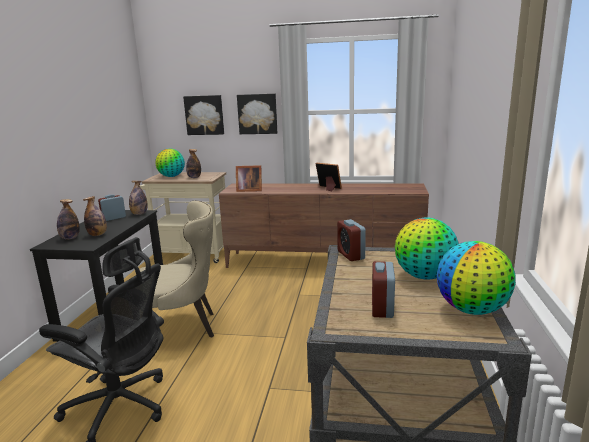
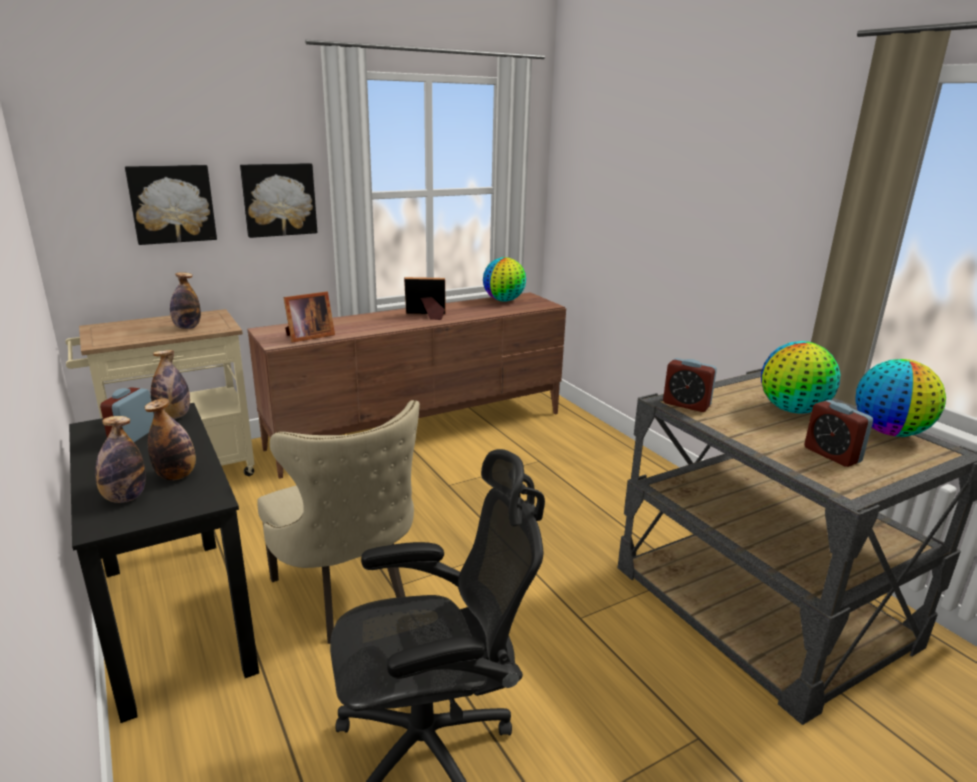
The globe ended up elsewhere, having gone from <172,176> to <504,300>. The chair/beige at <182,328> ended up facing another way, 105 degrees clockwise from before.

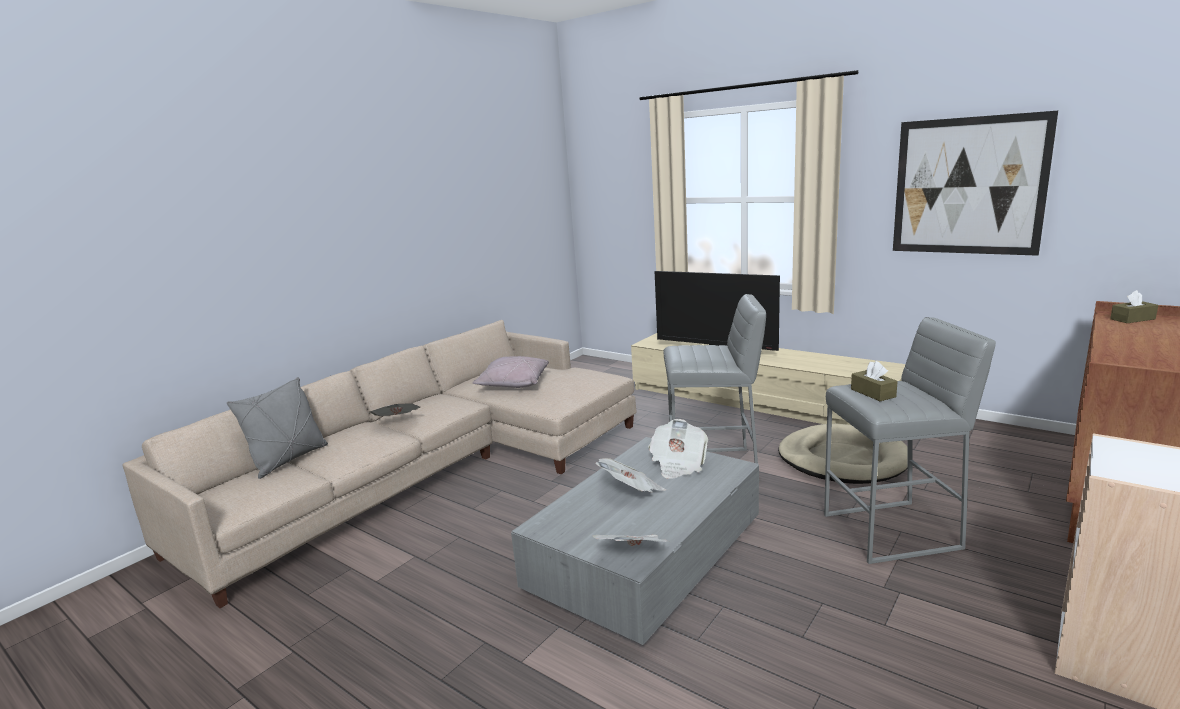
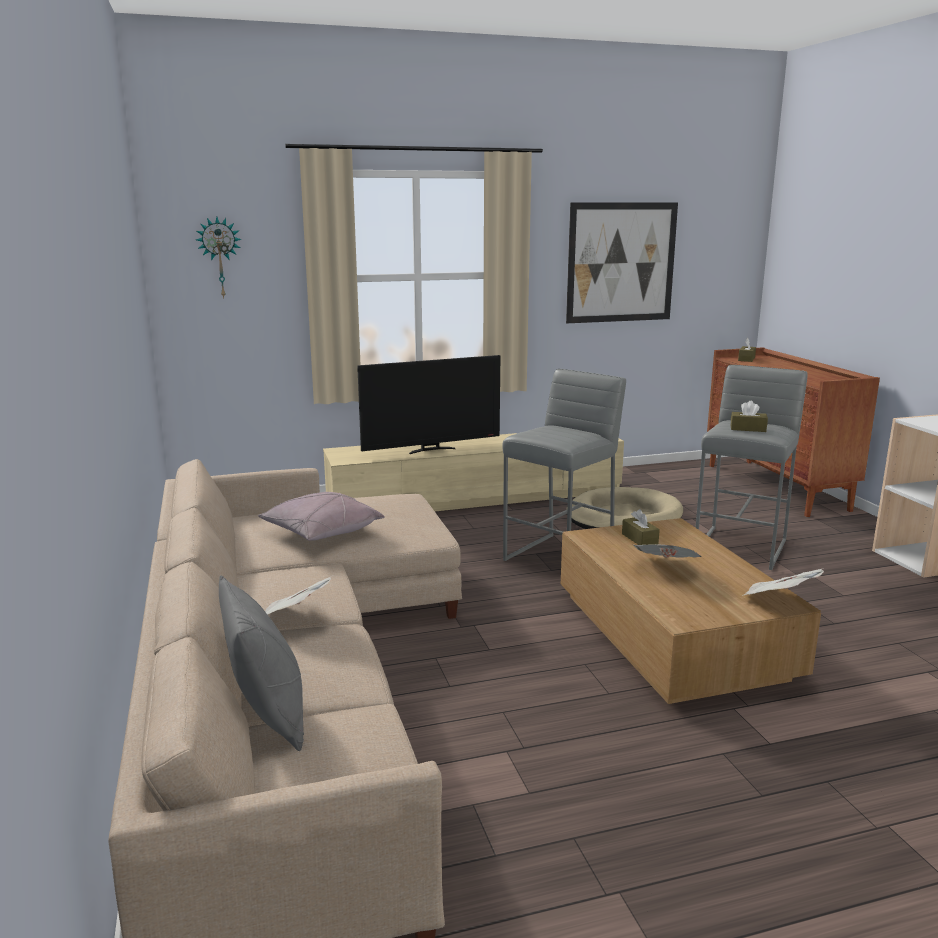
The second view gained the wall clock at <220,257>. Where the newspaper stood at <678,464>, the tissue box/brown came to stand at <639,539>. What was the coffee table/grey at <647,558> turned into the coffee table/brown at <671,635>.

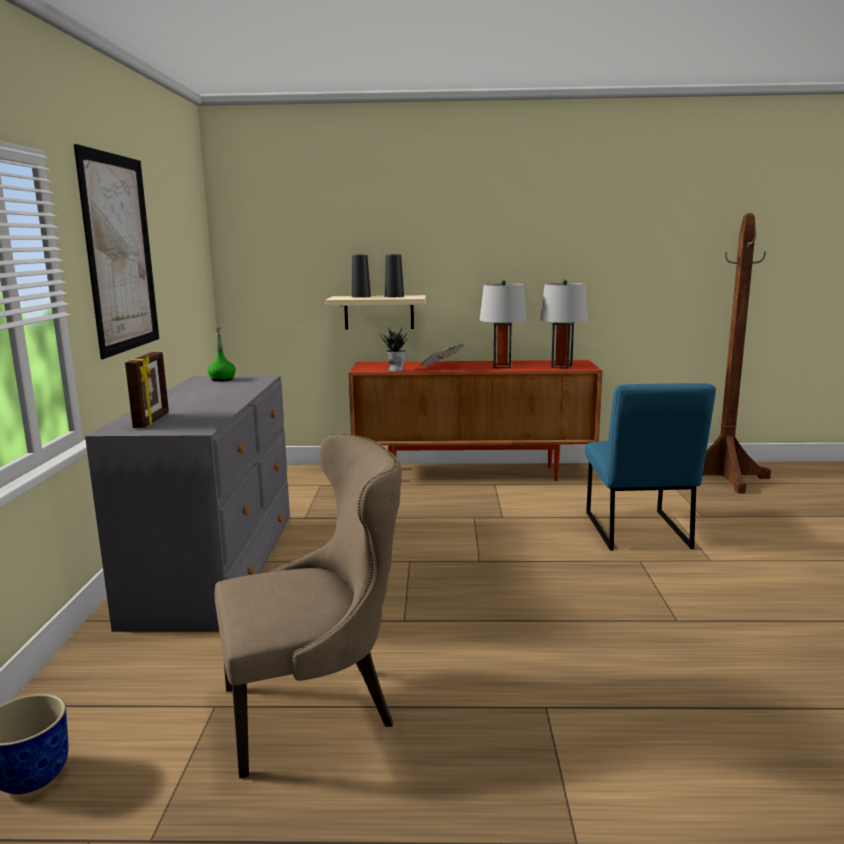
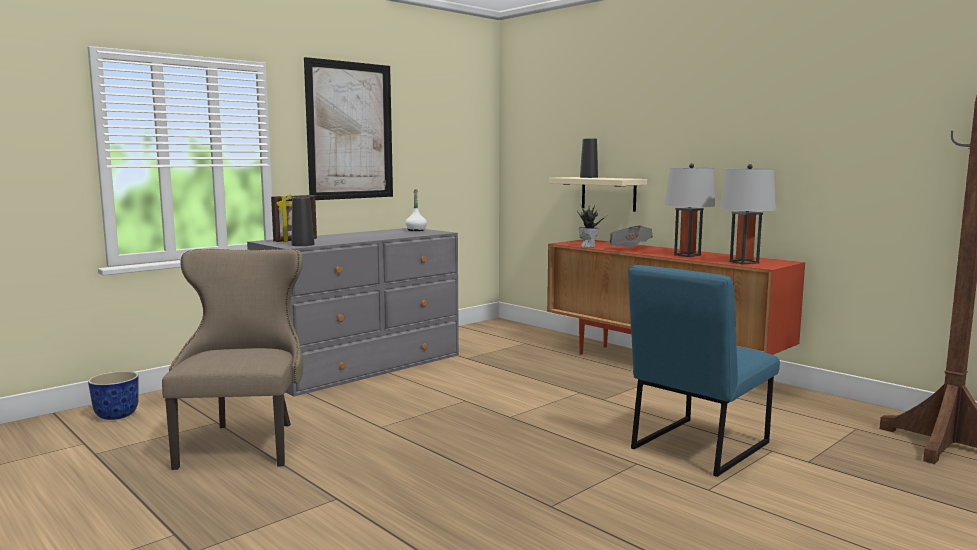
The vase/black ended up elsewhere, having gone from <394,296> to <303,244>. What was the bottle/green at <222,379> turned into the bottle/white at <416,230>. The chair/beige at <315,710> ended up facing another way, 120 degrees counterclockwise from before.

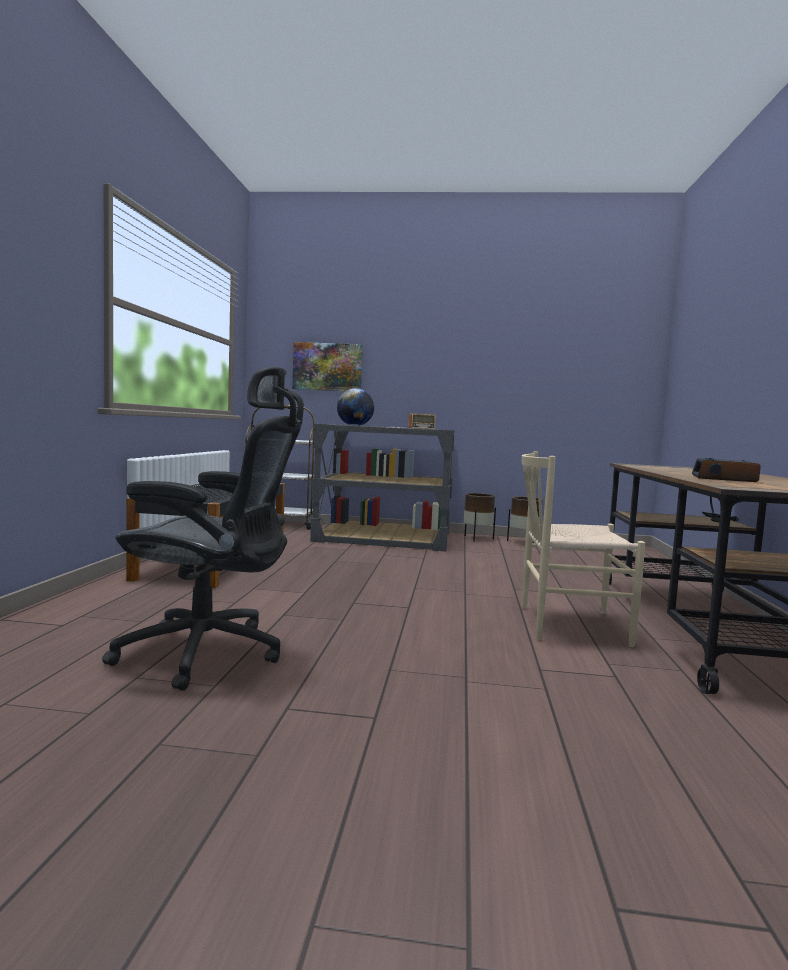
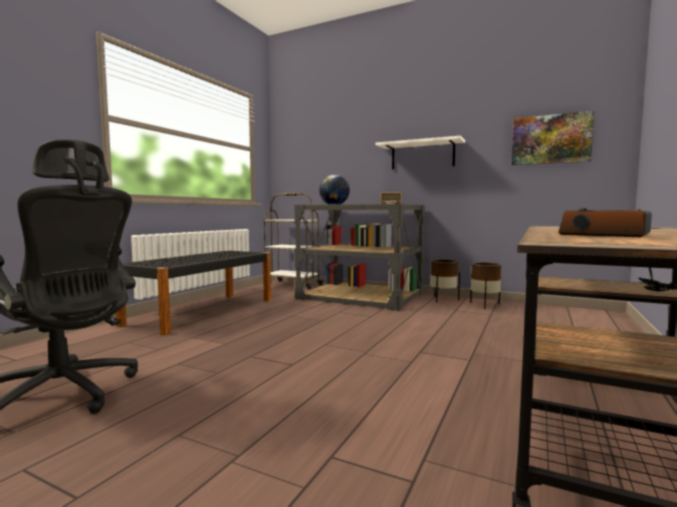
The second view lost the chair/beige at <567,625>. The second view gained the shelf/white at <422,155>. The picture ended up elsewhere, having gone from <327,367> to <550,139>.

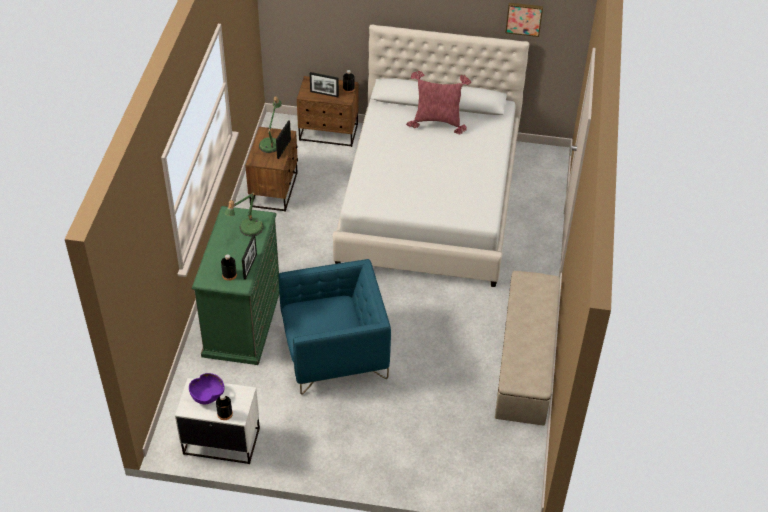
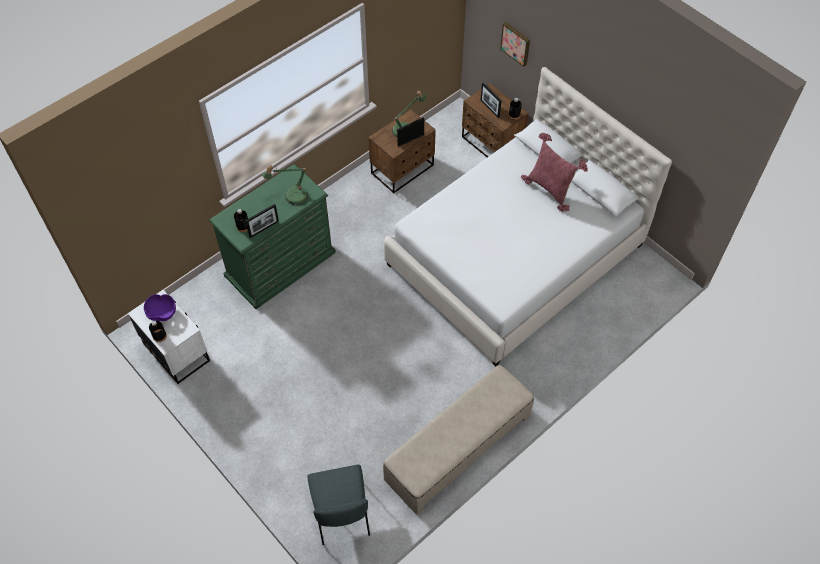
The second view lost the armchair/blue at <334,353>. The second view gained the chair/grey at <342,515>. The picture ended up elsewhere, having gone from <524,18> to <516,43>.

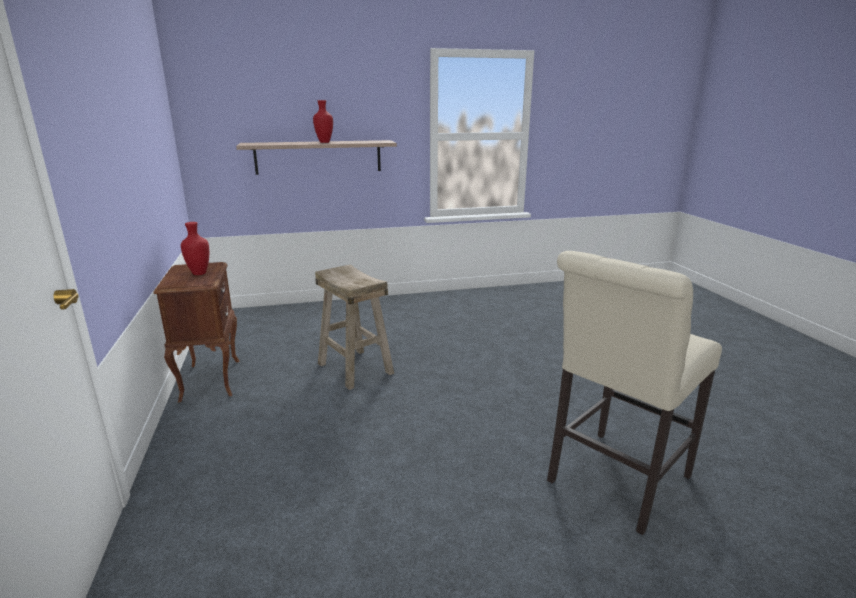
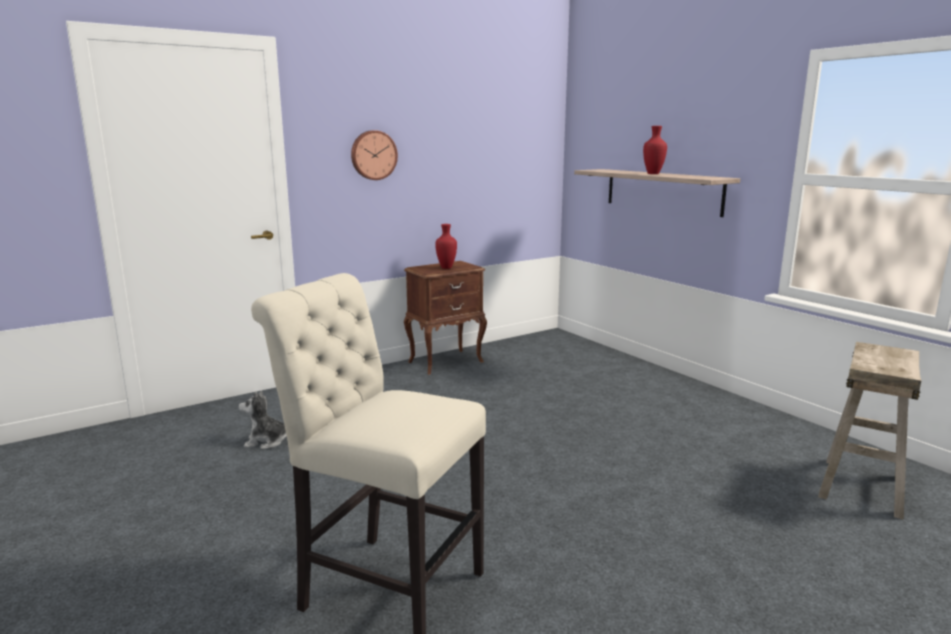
The second view gained the plush toy at <267,441>. The second view gained the wall clock at <373,155>. The stool/beige ended up elsewhere, having gone from <356,368> to <863,487>.

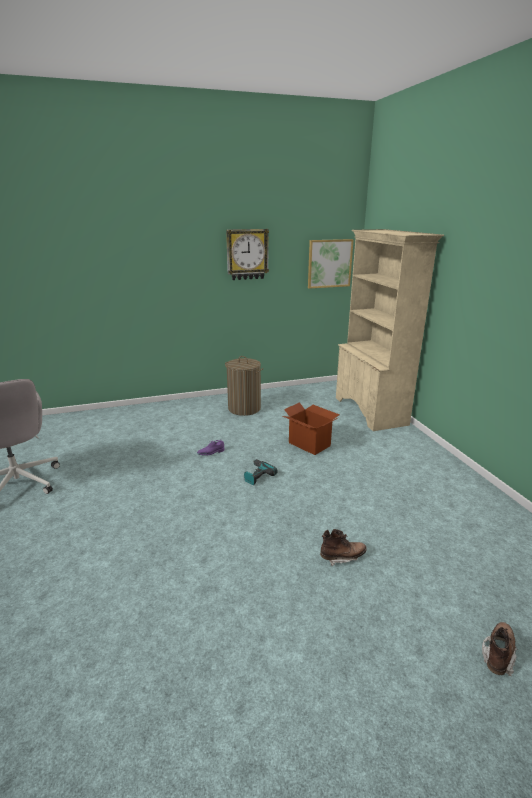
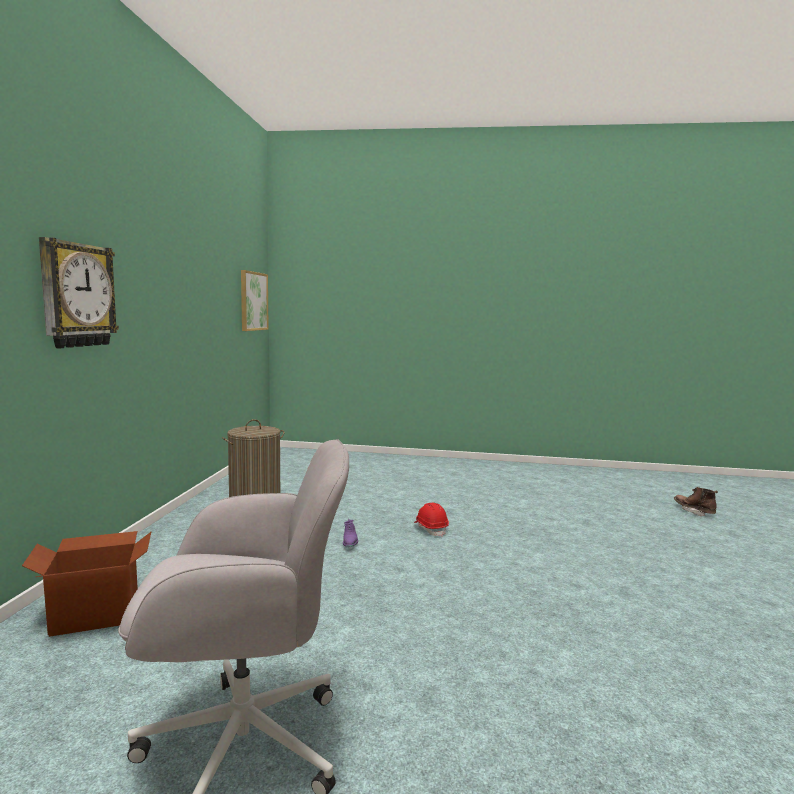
The second view lost the boot/brown at <342,557>. The second view lost the bookcase/beige at <371,411>. The wall clock ended up elsewhere, having gone from <247,254> to <77,295>. The cardboard box ended up elsewhere, having gone from <309,444> to <95,615>. Where the power drill stood at <257,475>, the hard hat/red came to stand at <431,529>.

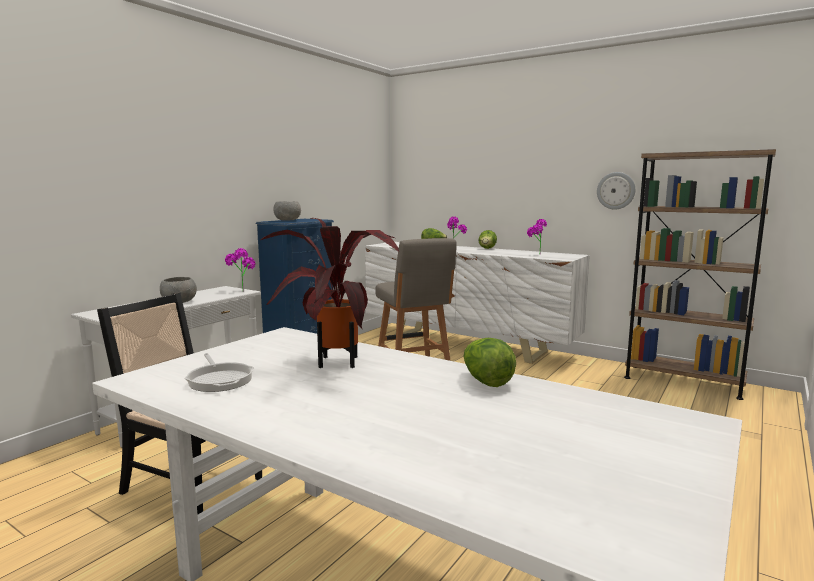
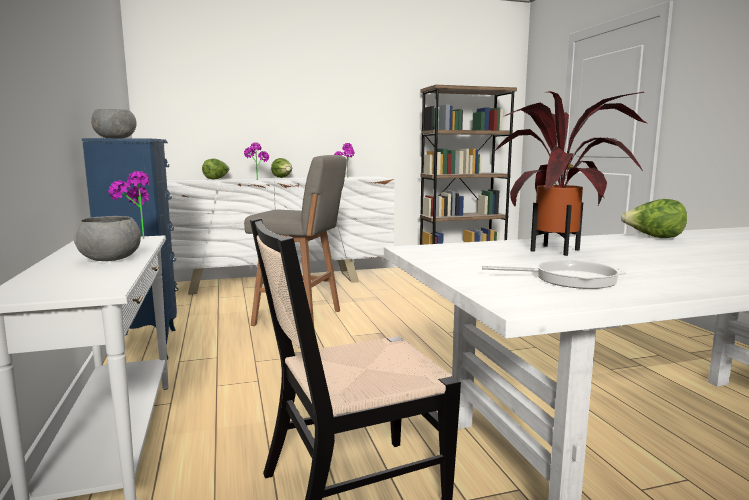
The second view lost the wall clock at <616,190>.

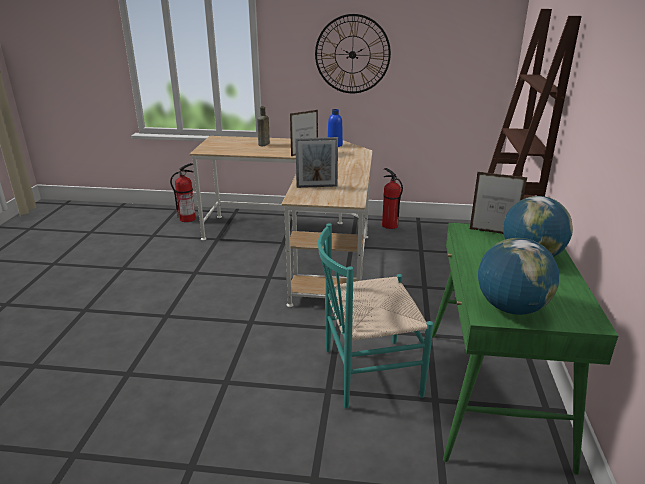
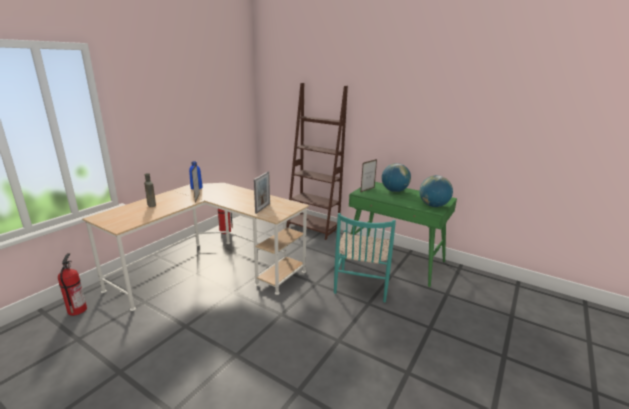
The second view lost the wall clock at <352,54>.

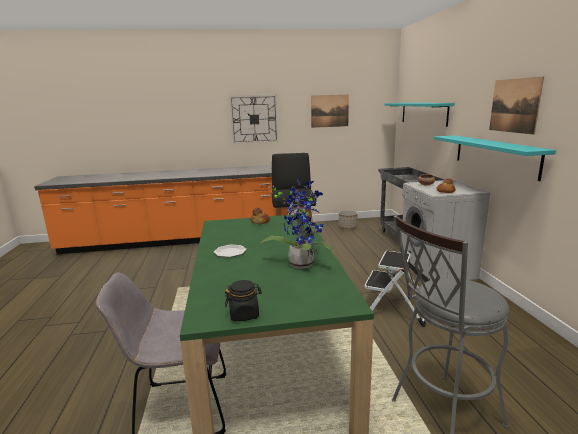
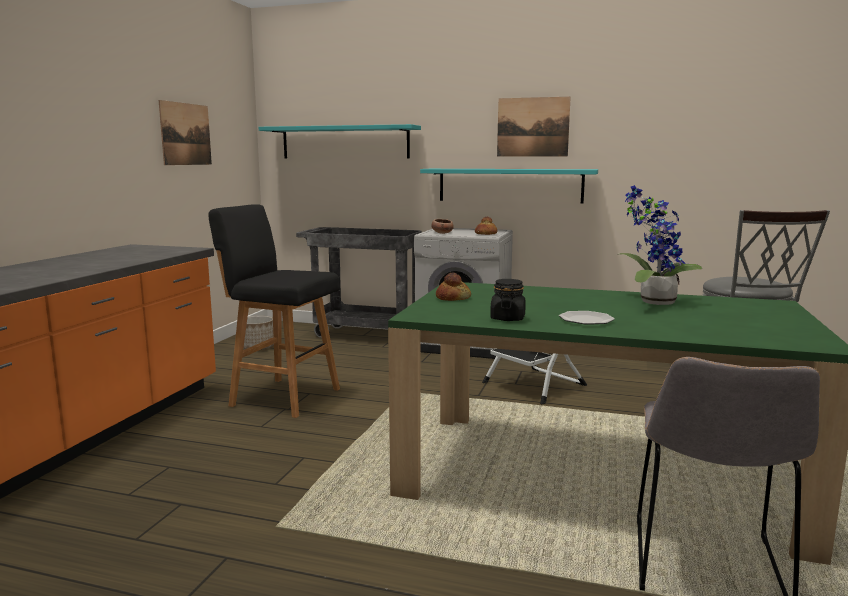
The second view lost the wall clock at <254,119>. The jar/black ended up elsewhere, having gone from <244,314> to <507,318>.

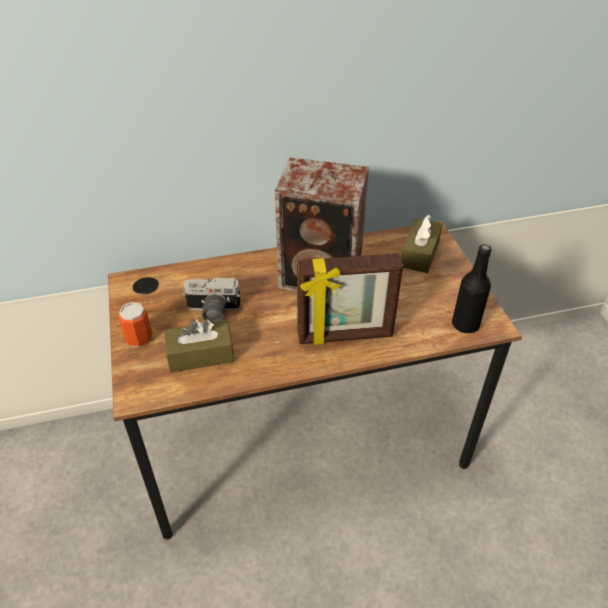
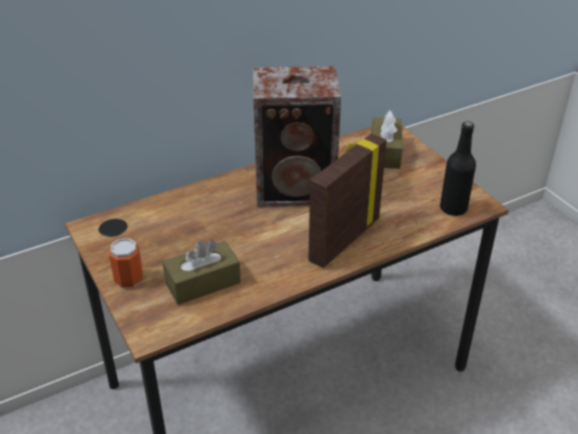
The second view lost the photo camera at <212,312>. The picture frame at <345,336> ended up facing another way, 150 degrees clockwise from before.

